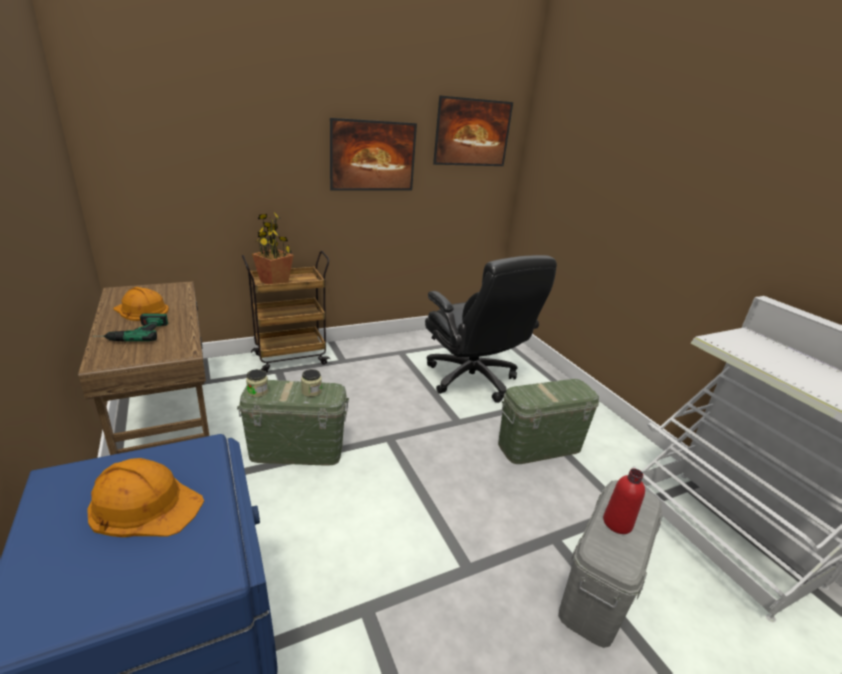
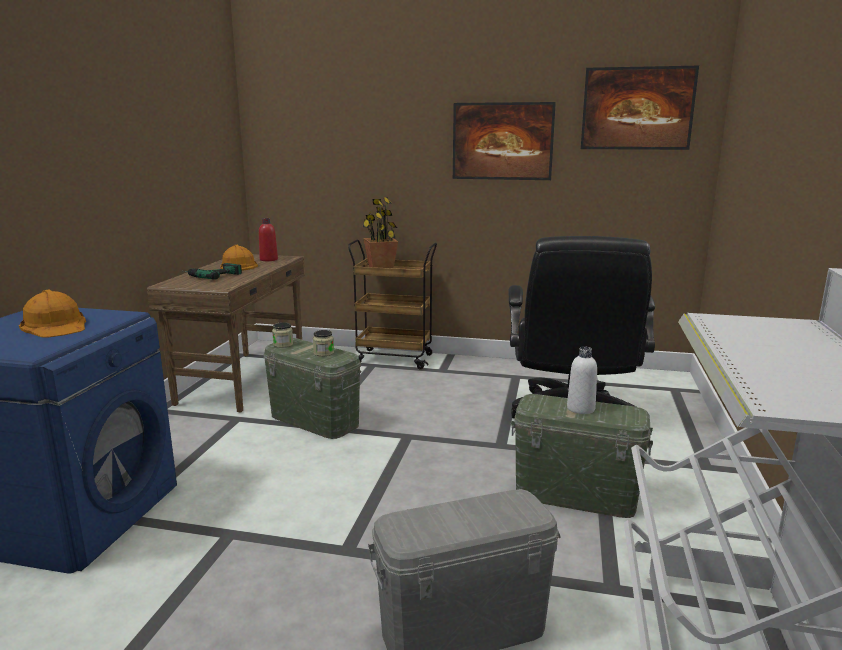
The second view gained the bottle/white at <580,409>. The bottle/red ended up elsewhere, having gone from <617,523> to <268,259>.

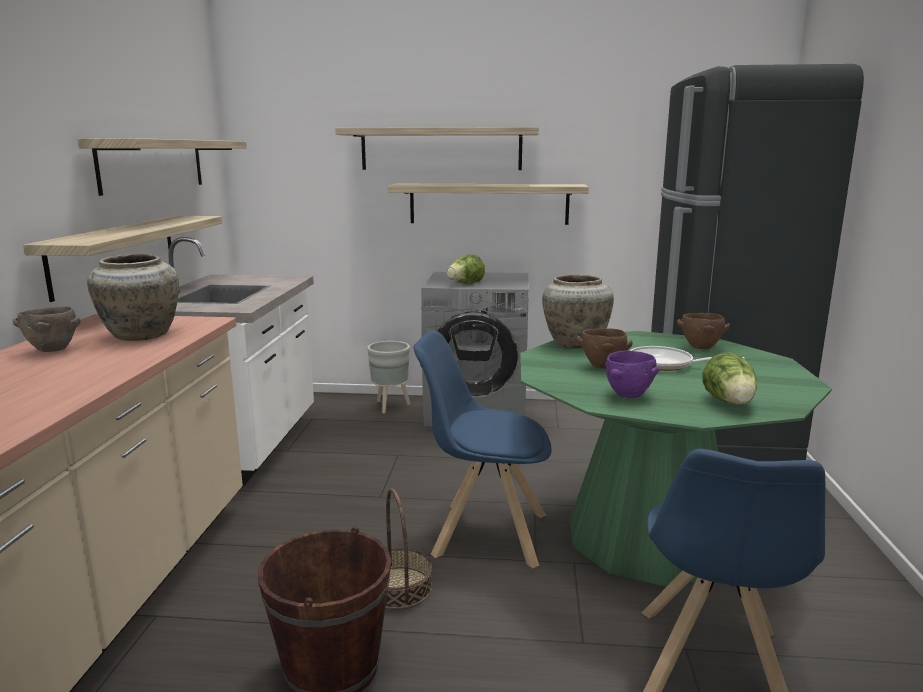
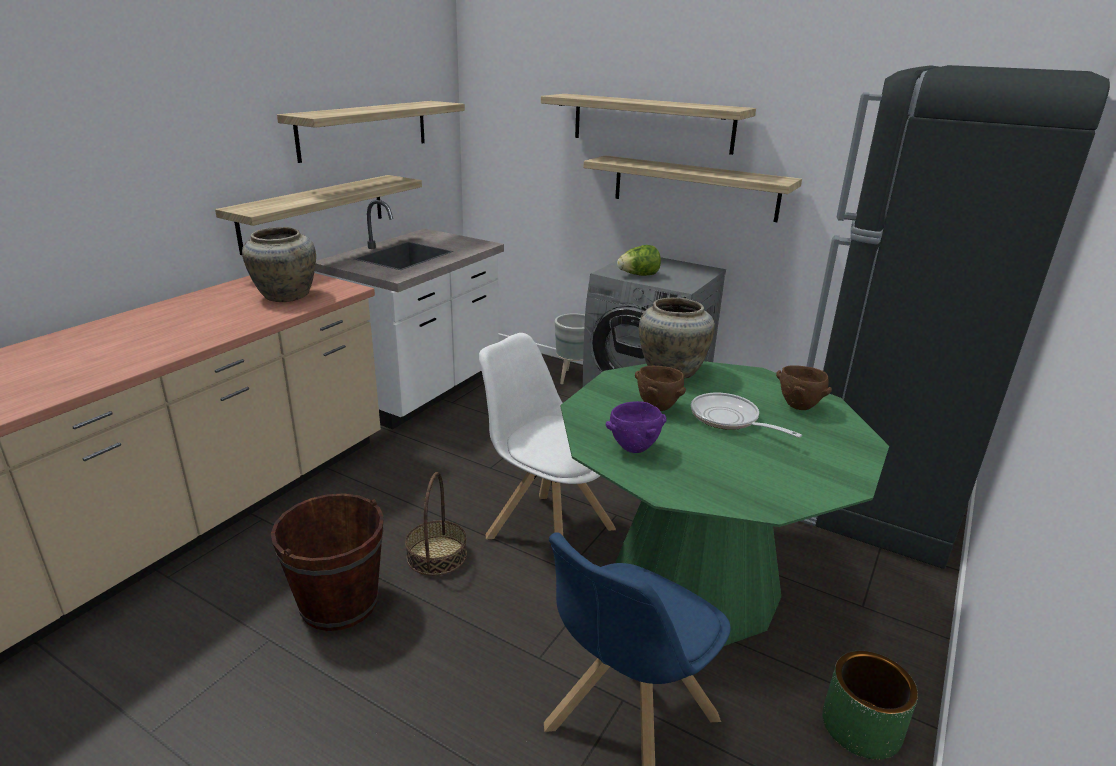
The second view lost the bowl/brown at <54,350>. The second view lost the lettuce at <730,403>. The second view gained the planter/green at <861,728>. What was the chair/blue at <484,534> turned into the chair/white at <545,530>.

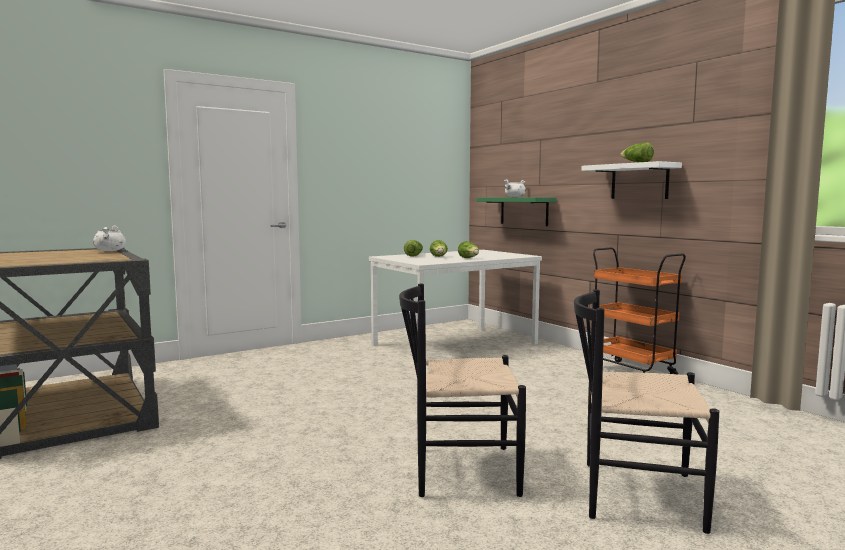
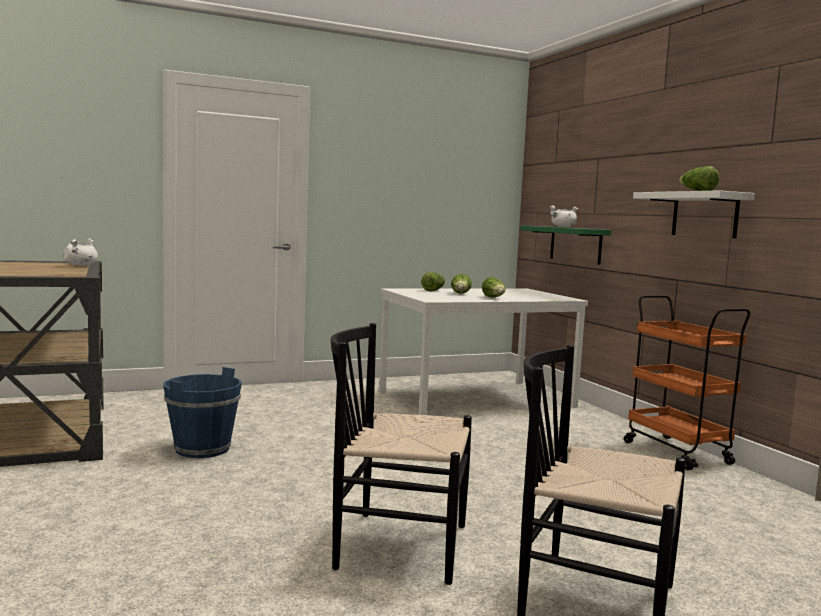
The second view gained the bucket/blue at <202,449>.

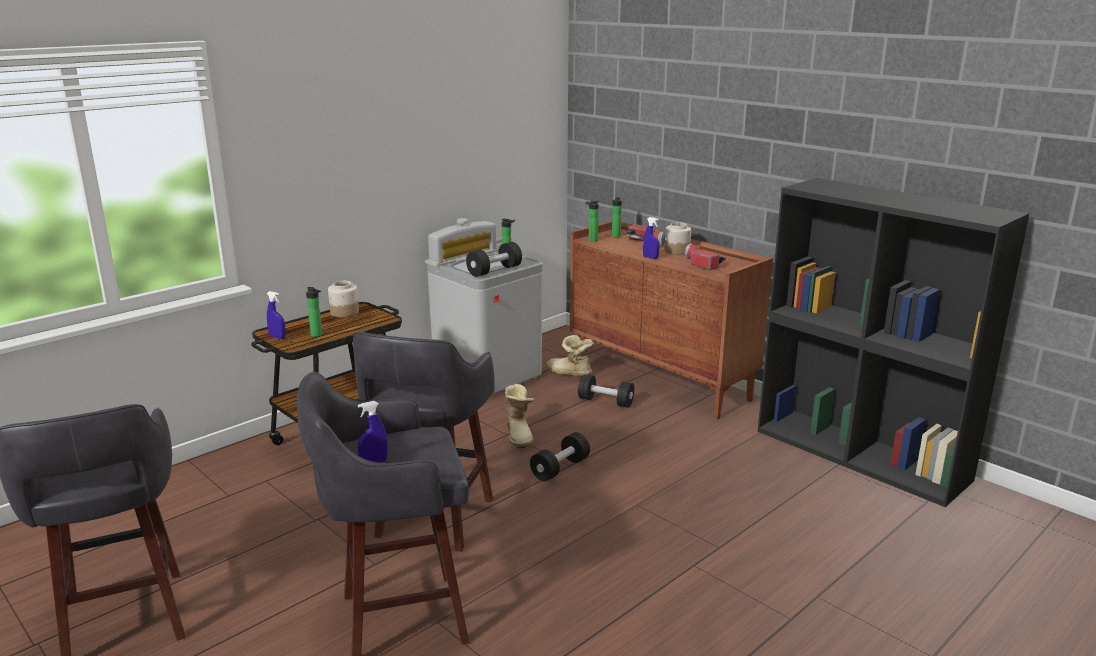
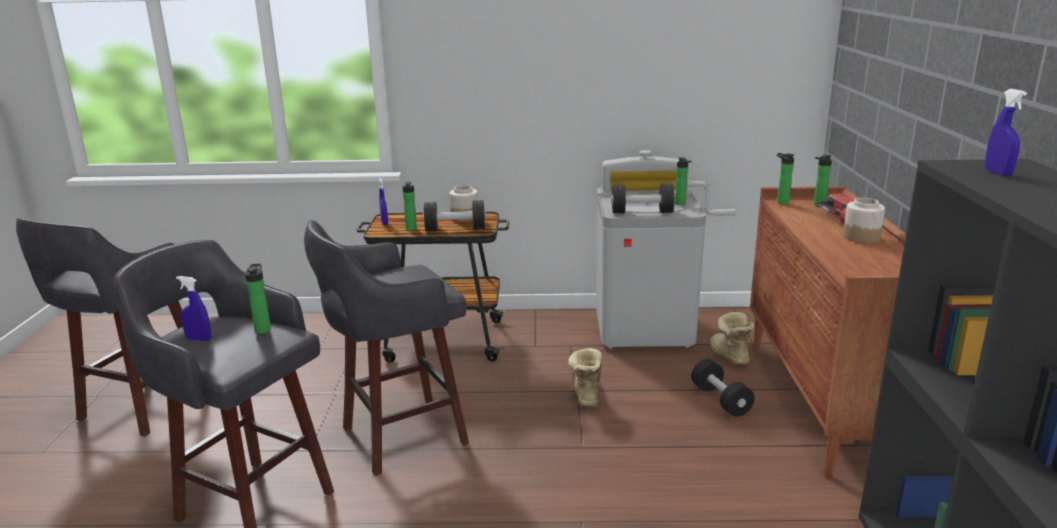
The second view lost the flashlight at <701,263>. The second view gained the bottle at <263,329>. The dumbbell/black ended up elsewhere, having gone from <560,469> to <455,229>. The spray bottle/blue ended up elsewhere, having gone from <650,257> to <997,173>. The boot at <520,434> ended up facing another way, 150 degrees clockwise from before.

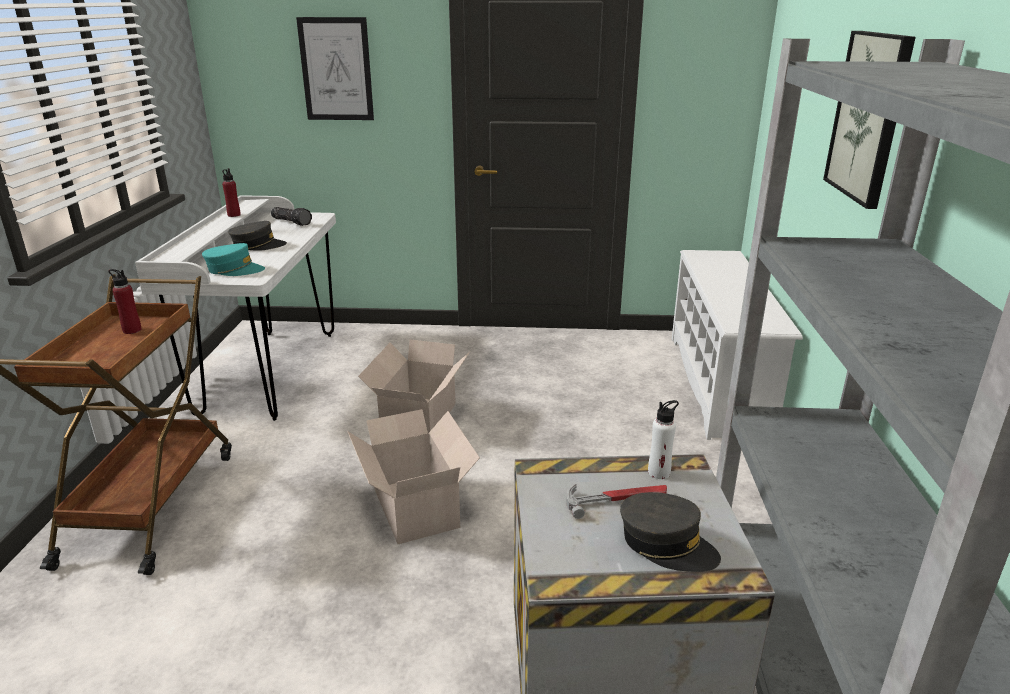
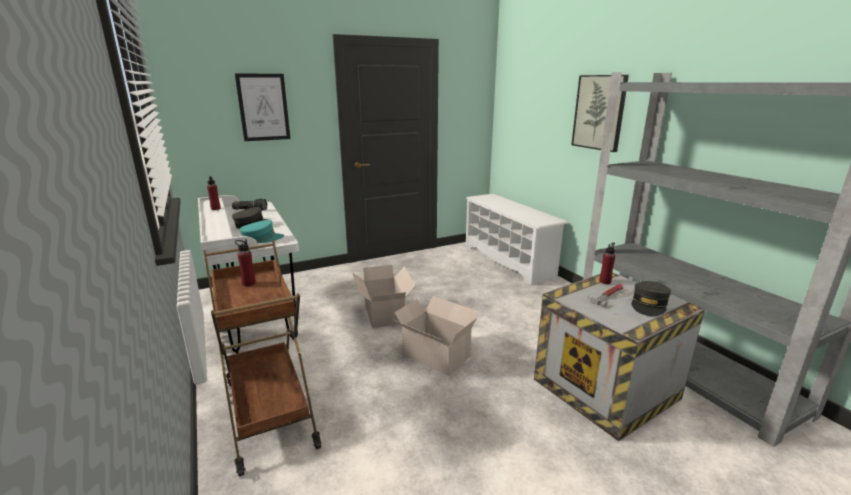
What was the bottle/white at <659,472> turned into the bottle/red at <605,281>. The cap/grey at <666,544> ended up facing another way, 120 degrees clockwise from before.

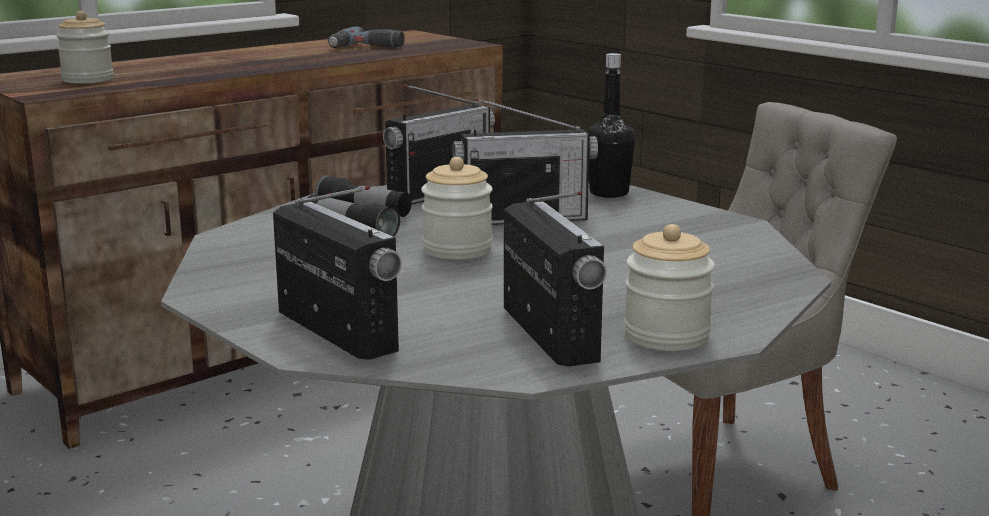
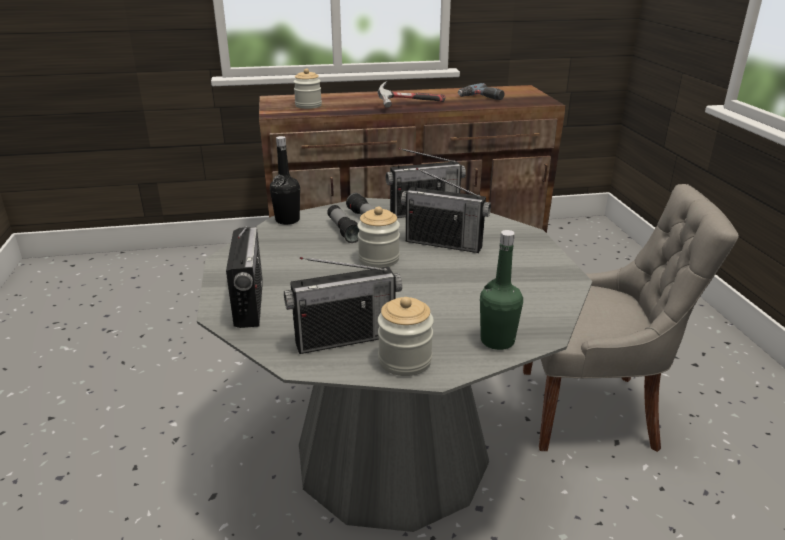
The second view gained the hammer at <409,106>. The second view gained the bottle/green at <497,341>. The bottle/black ended up elsewhere, having gone from <609,193> to <287,220>. The radio at <549,334> ended up facing another way, 60 degrees clockwise from before.

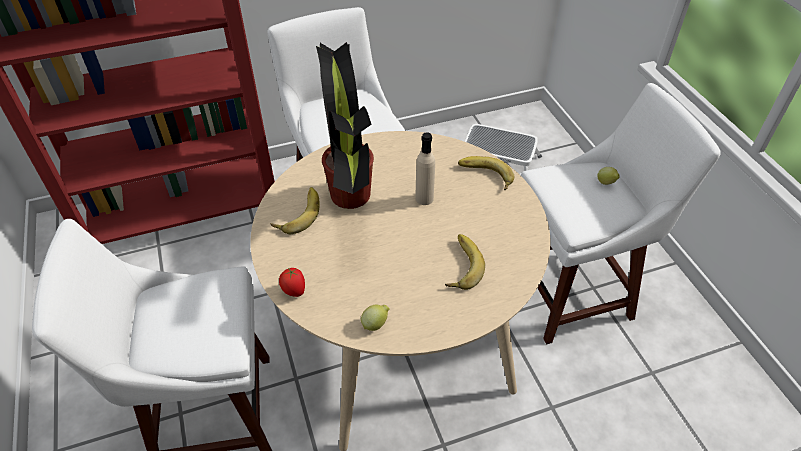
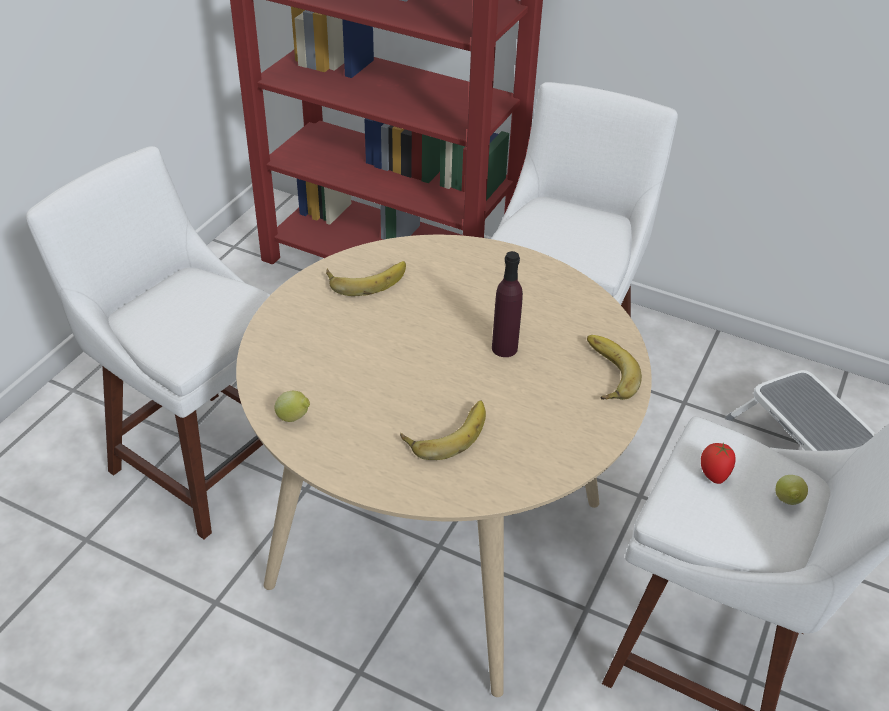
The second view lost the potted plant at <350,196>. The tomato ended up elsewhere, having gone from <294,291> to <713,475>. What was the bottle/beige at <424,198> turned into the bottle/purple at <504,348>.

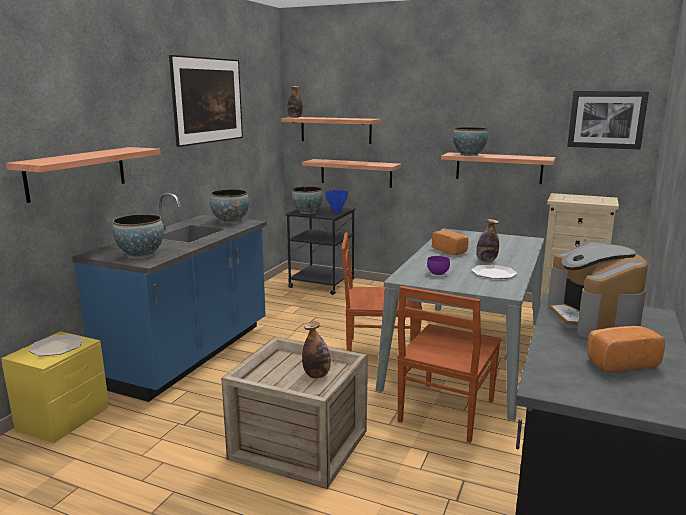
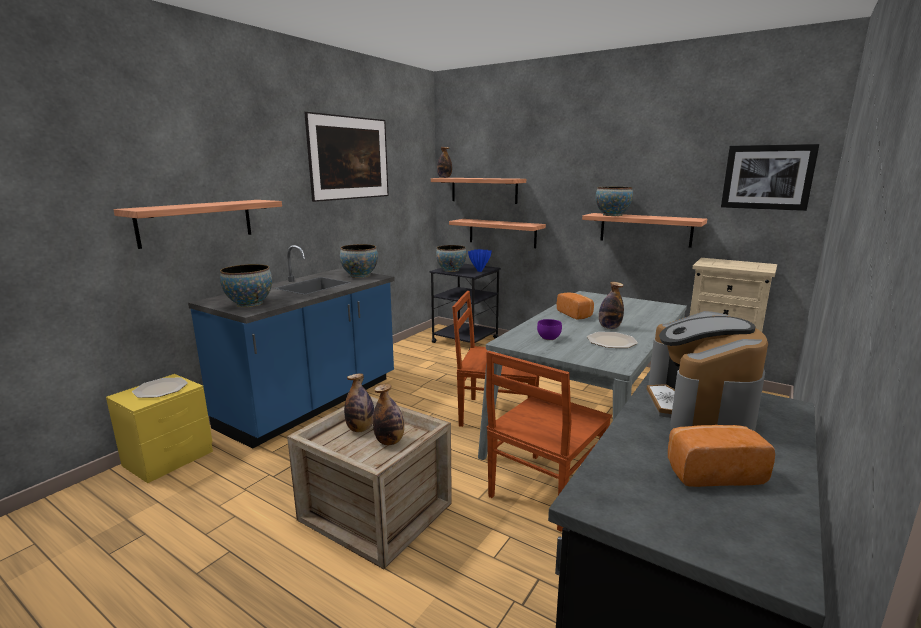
The second view gained the bottle at <360,429>.

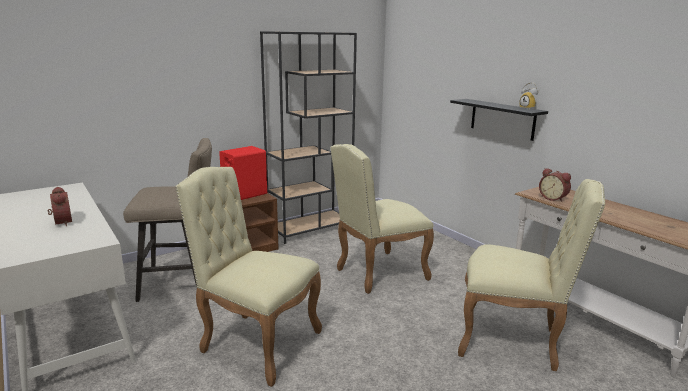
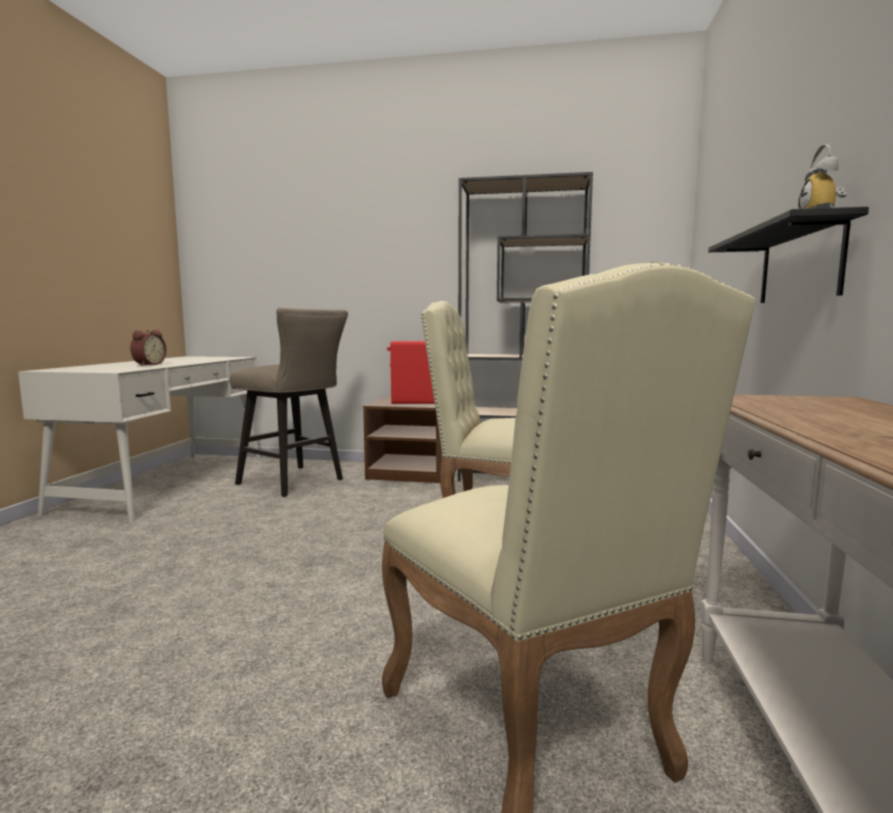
The second view lost the chair/beige at <257,343>. The second view lost the alarm clock at <553,198>.

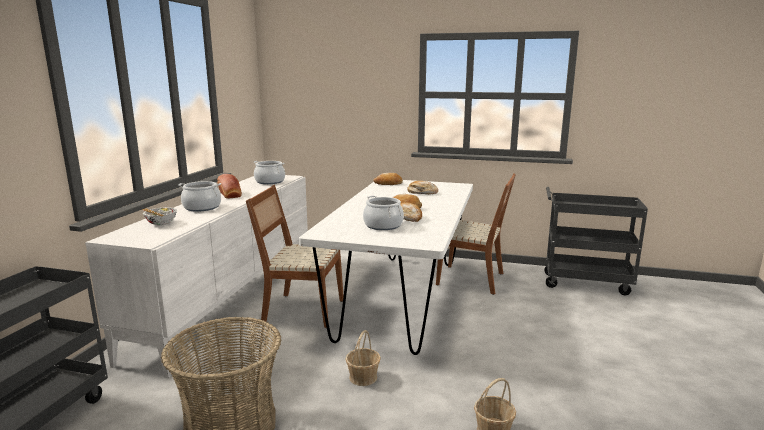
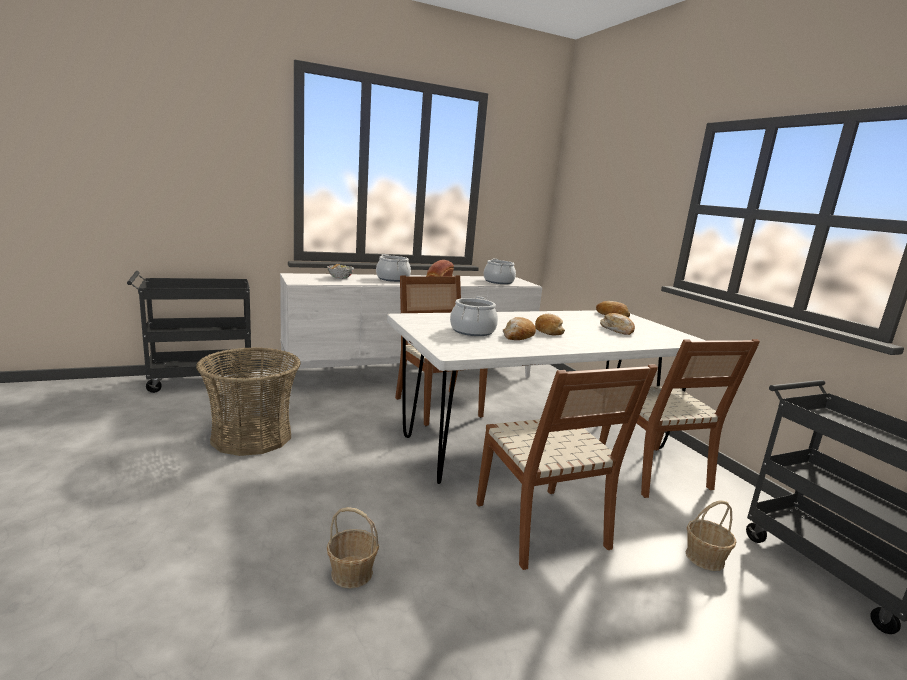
The second view gained the chair at <542,530>. The basket ended up elsewhere, having gone from <363,377> to <705,558>.

